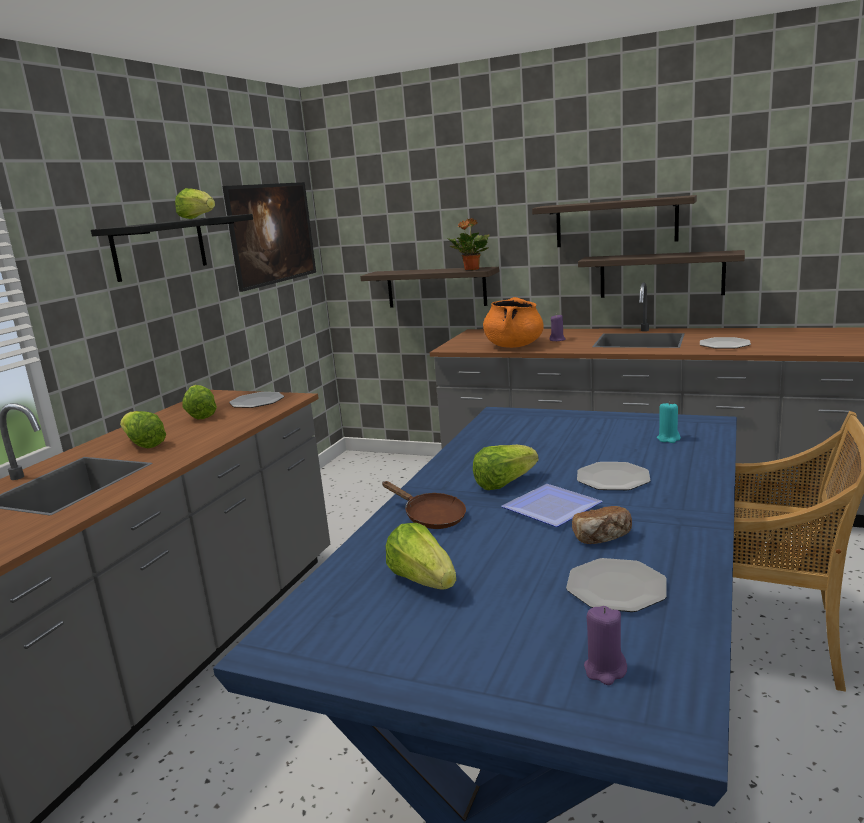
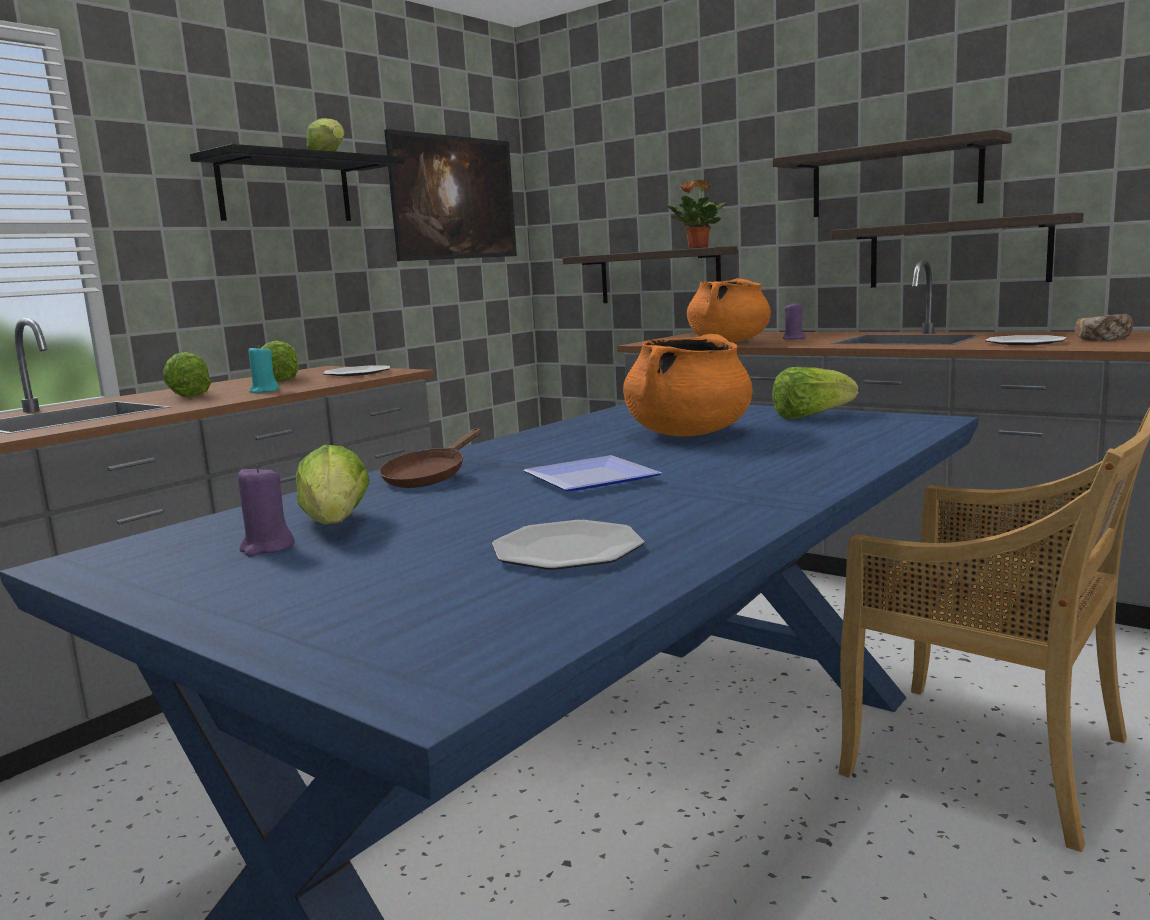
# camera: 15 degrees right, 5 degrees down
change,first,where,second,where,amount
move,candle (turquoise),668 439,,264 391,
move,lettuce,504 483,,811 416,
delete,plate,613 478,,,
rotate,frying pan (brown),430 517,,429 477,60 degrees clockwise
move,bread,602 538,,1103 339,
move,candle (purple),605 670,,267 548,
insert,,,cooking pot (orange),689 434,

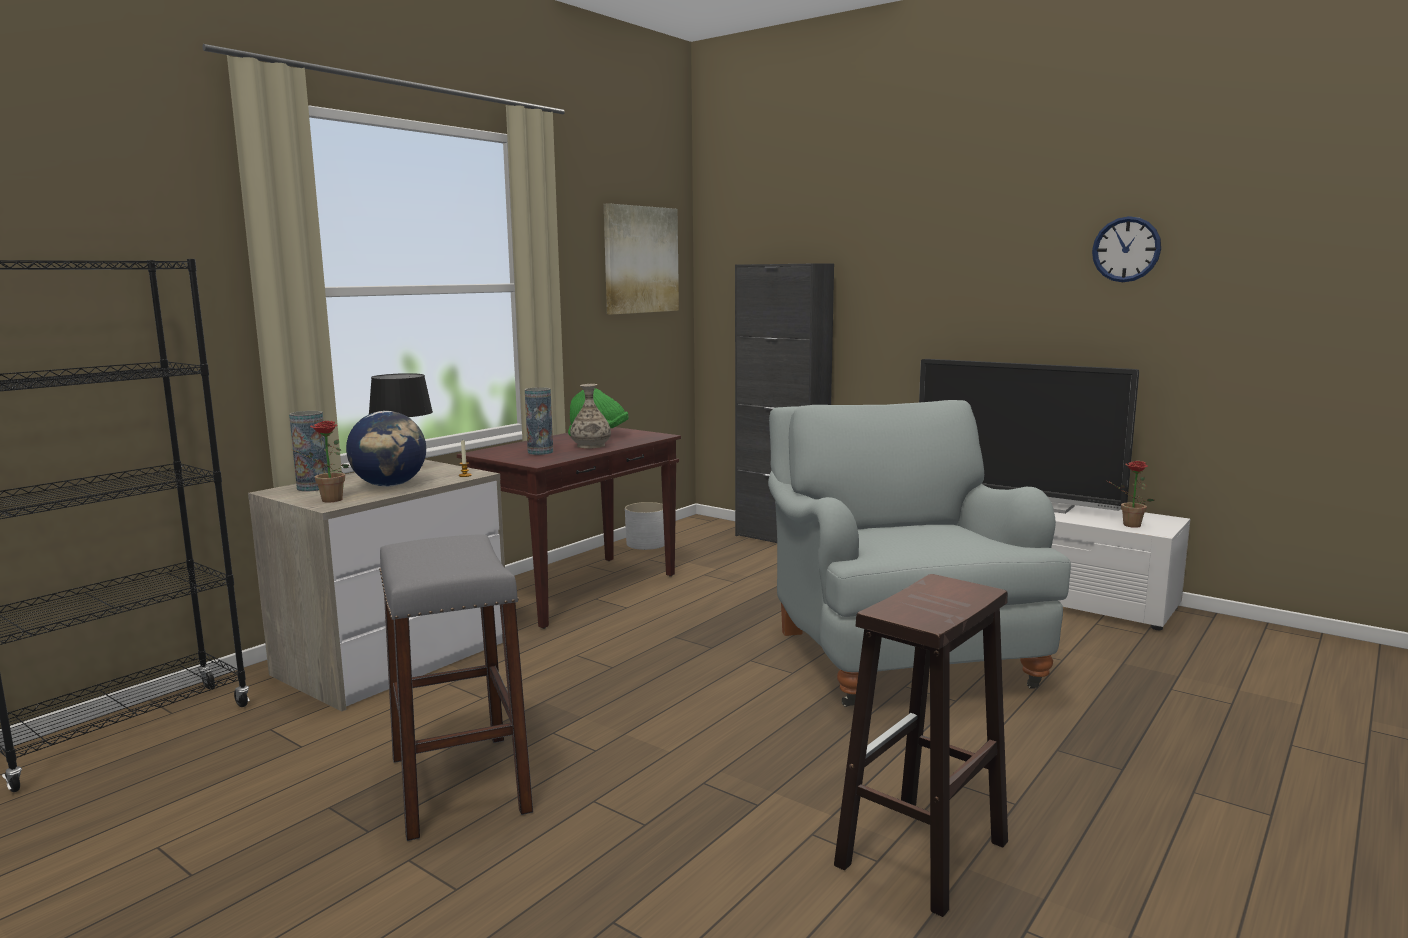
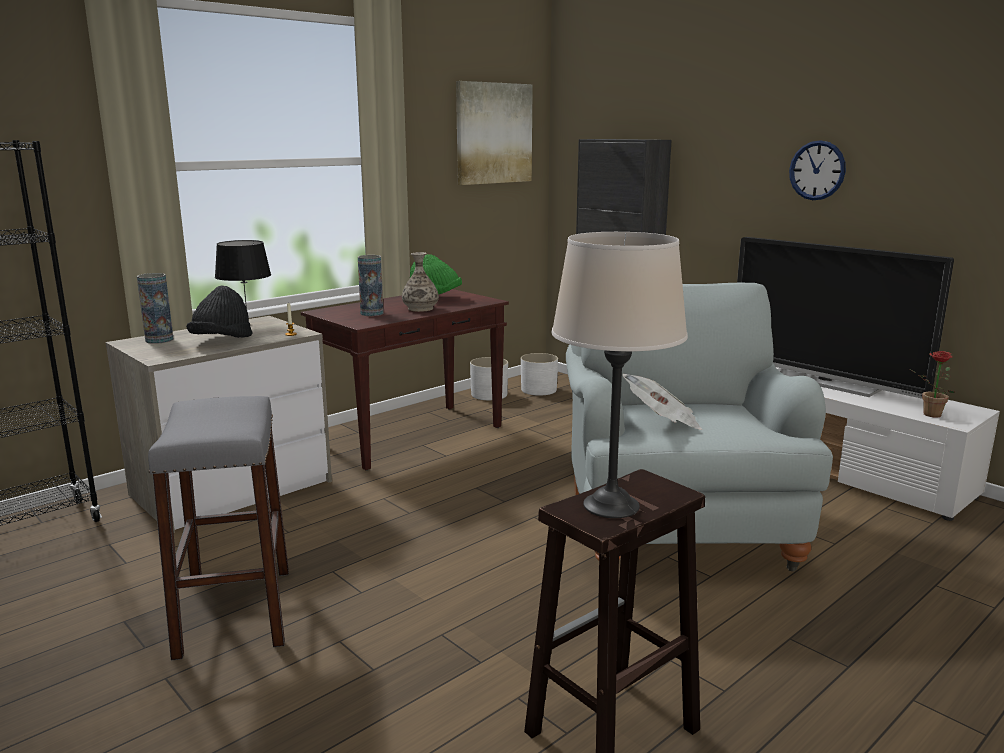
# camera: 10 degrees right, 5 degrees up
change,first,where,second,where,amount
move,wall clock,1126 249,,817 170,
replace,globe,390 485,hat (black),222 341,
delete,potted plant,327 500,,,
insert,,,table lamp (beige),611 505,
insert,,,planter (white),539 390,
insert,,,newspaper,662 422,

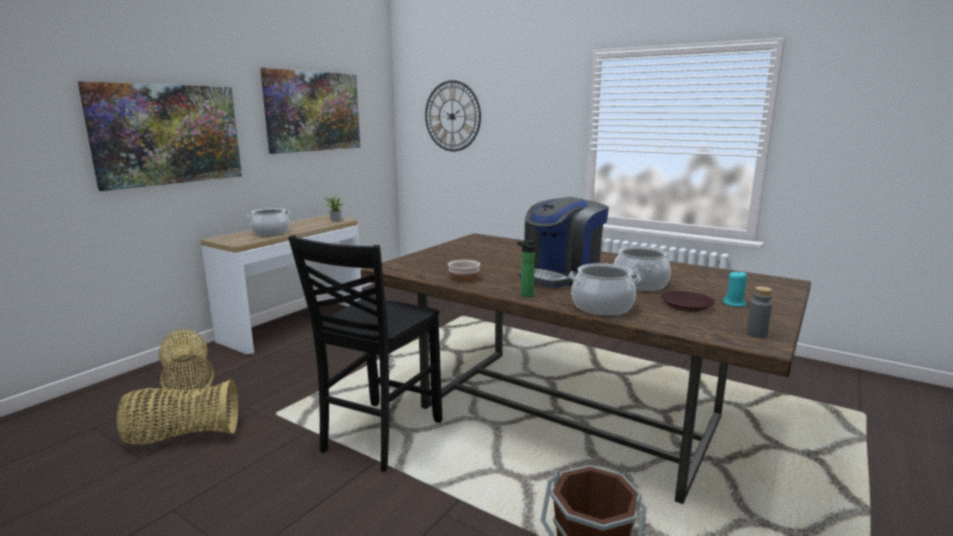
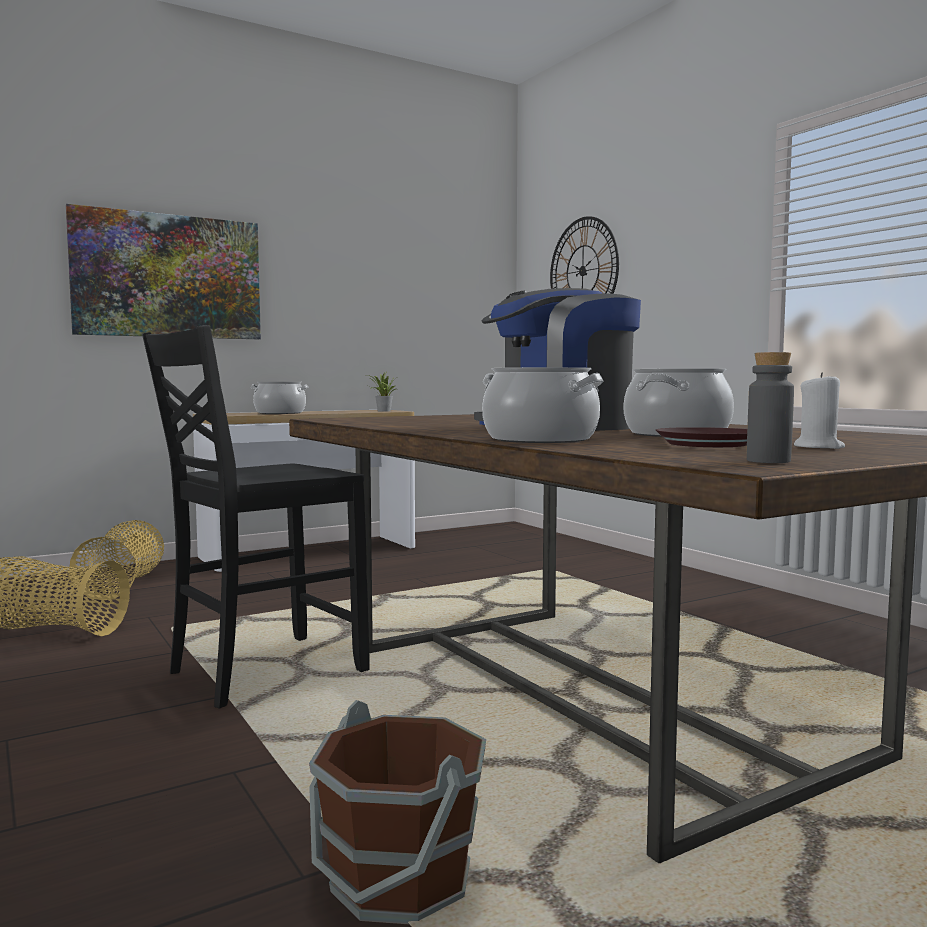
# camera: 25 degrees right, 10 degrees down
change,first,where,second,where,amount
delete,picture,313 111,,,
delete,bottle,525 295,,,
delete,bowl,464 279,,,
recolor,candle (turquoise),734 304,candle (white),819 447,

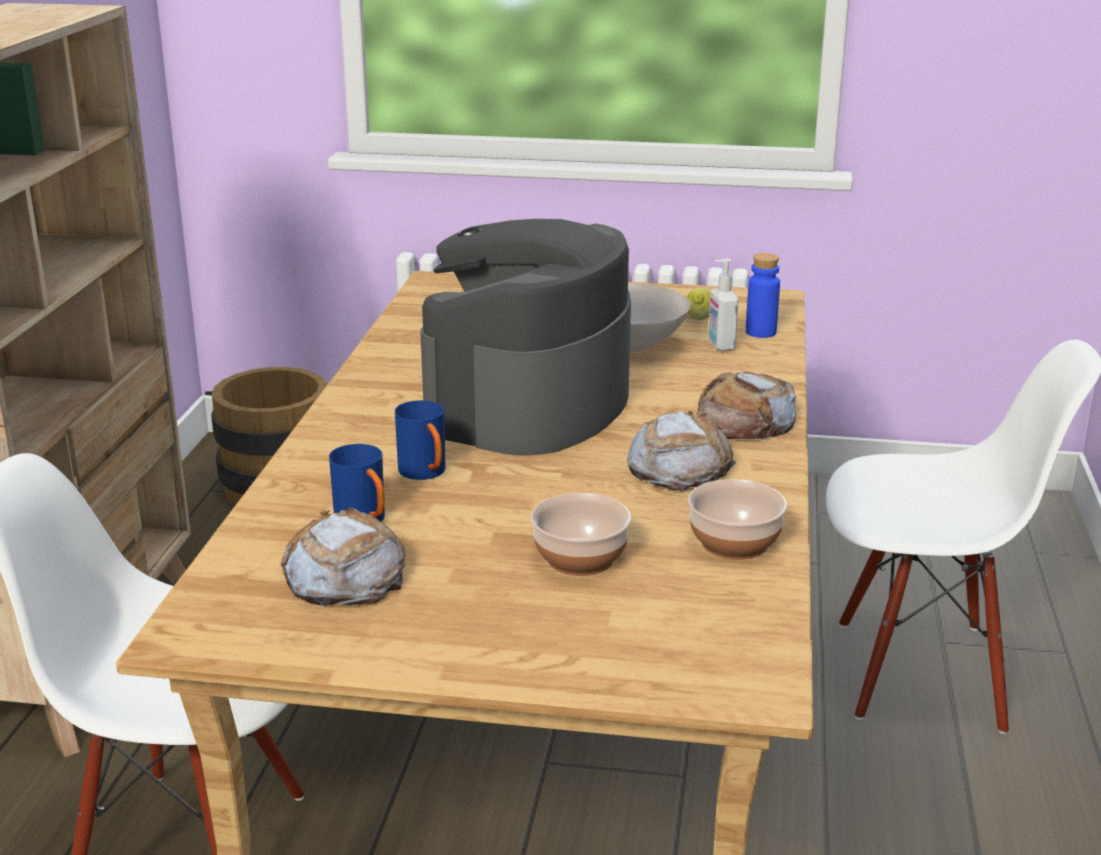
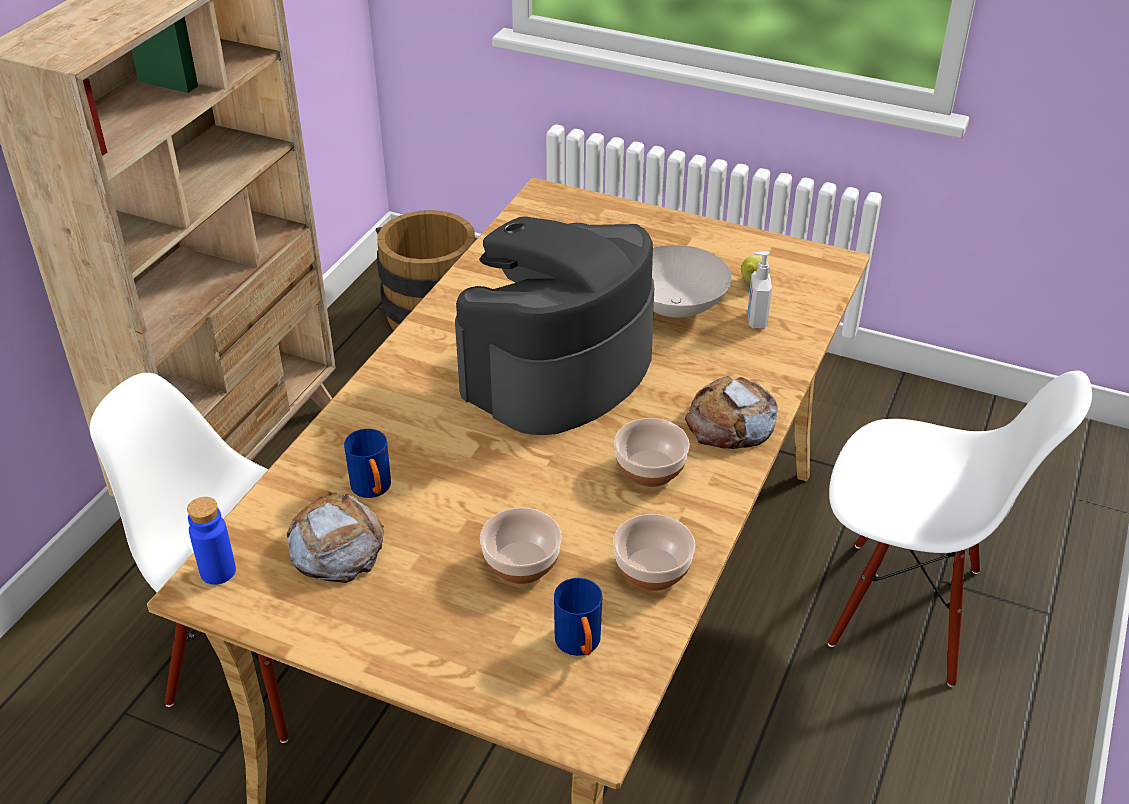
# camera: 15 degrees right, 15 degrees up
change,first,where,second,where,amount
move,bottle (blue),760 332,,218 571,
move,mug (blue),426 474,,580 646,
replace,bread,679 466,bowl,649 469,

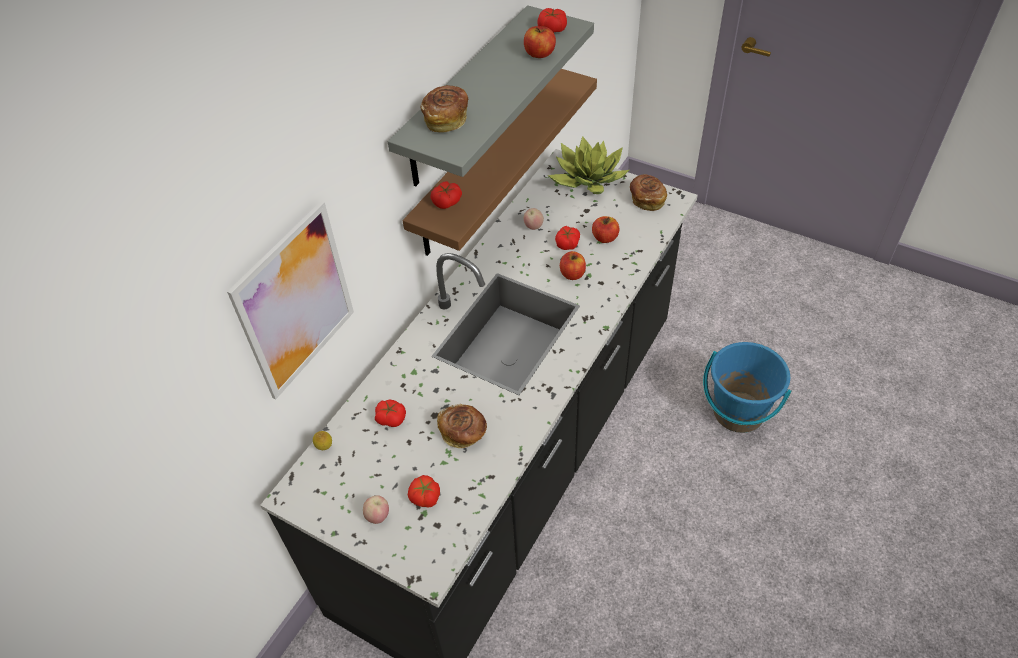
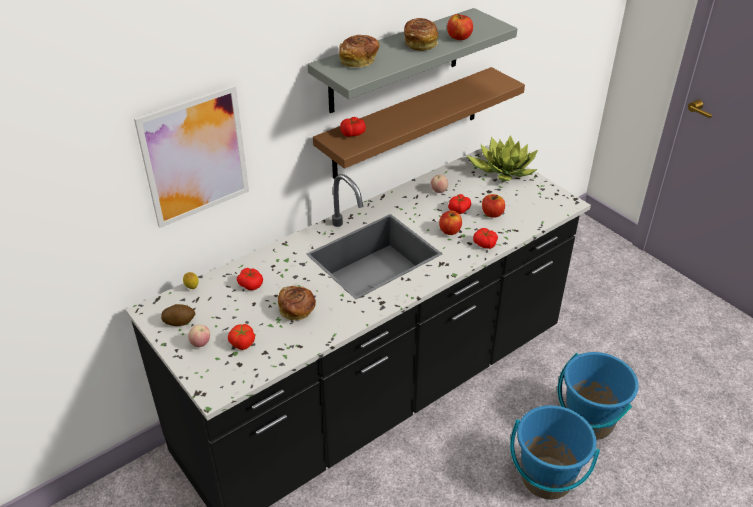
# camera: 20 degrees right, 10 degrees down
change,first,where,second,where,amount
move,tomato,552 28,,484 243,
move,bread,647 199,,420 43,
insert,,,potato,179 321,
insert,,,bucket (blue),546 478,

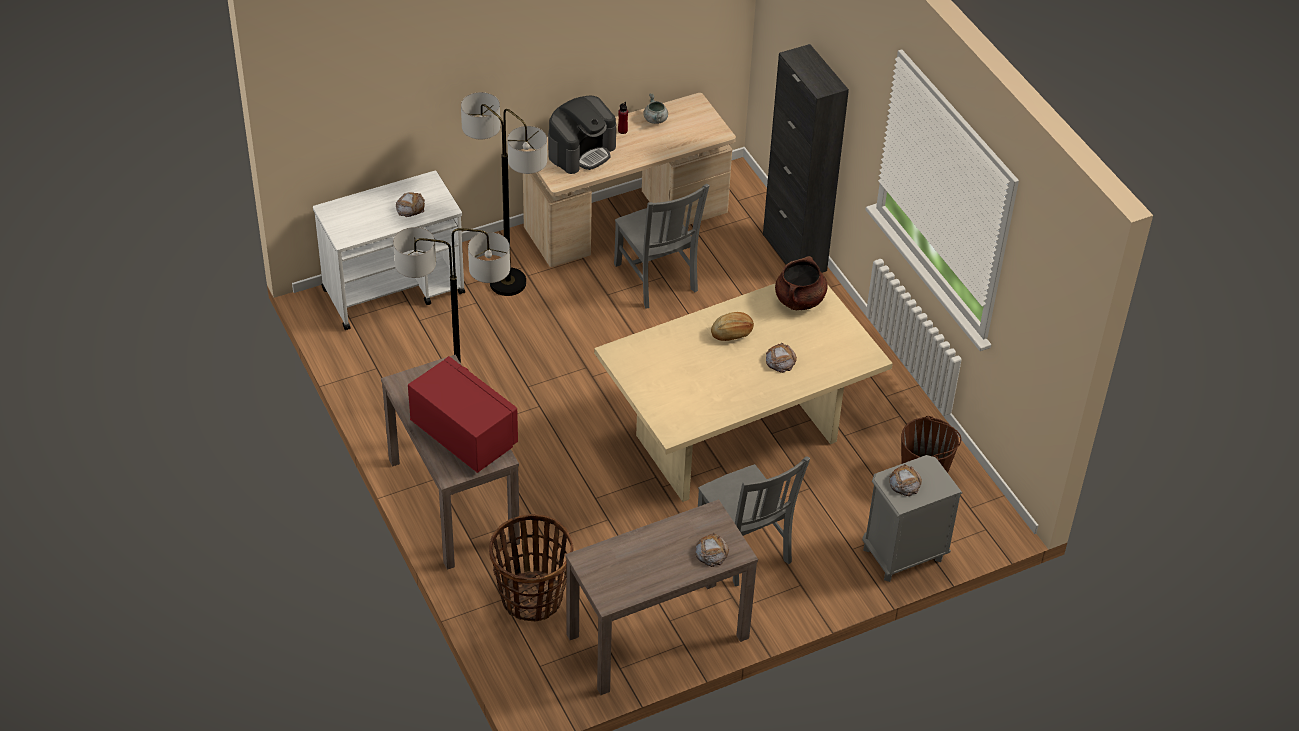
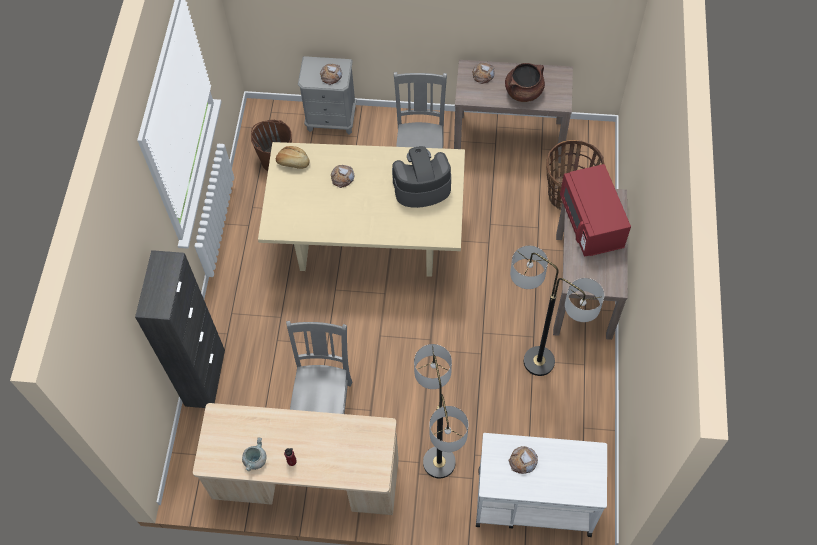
# camera: 145 degrees left, 15 degrees up
change,first,where,second,where,amount
move,coffee machine,581 151,,421 187,
move,cooking pot (brown),799 300,,523 92,
move,bread,732 333,,293 162,

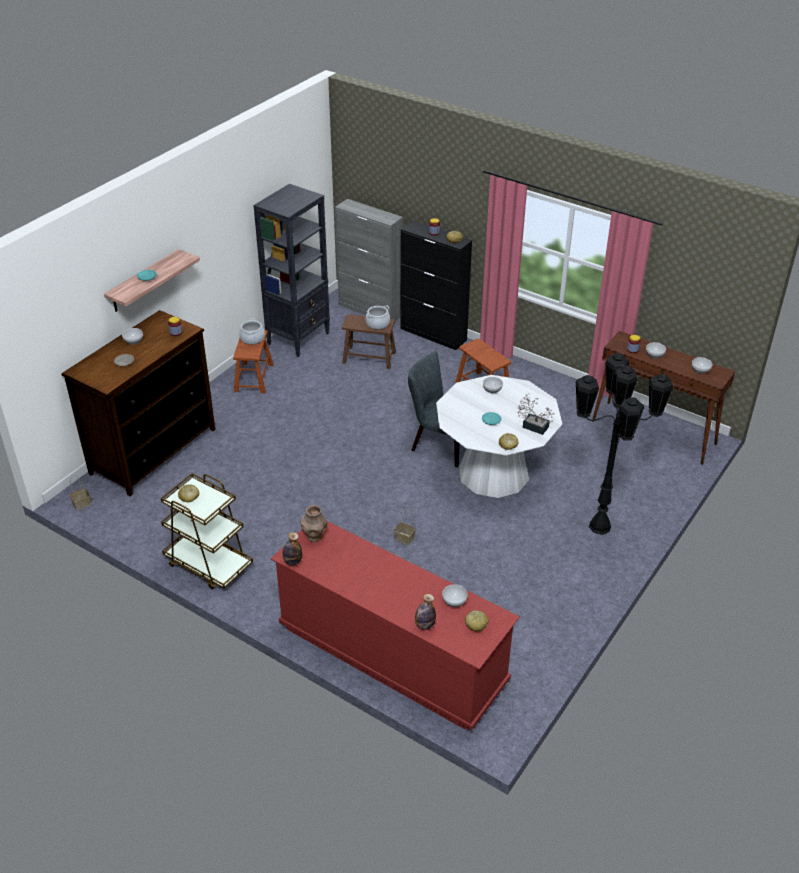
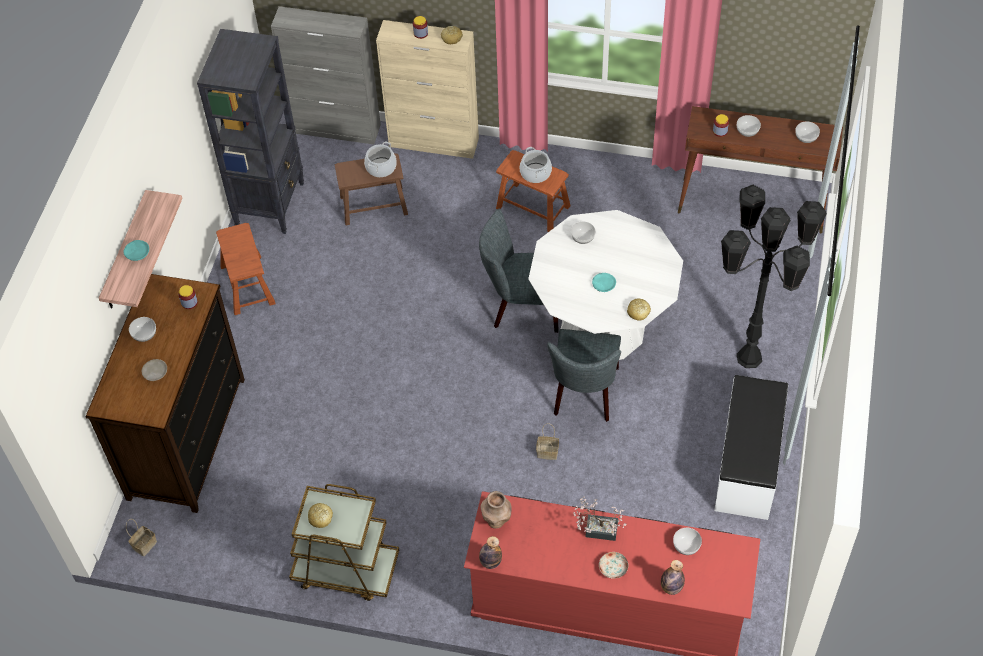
# camera: 20 degrees left, 15 degrees up
change,first,where,second,where,amount
recolor,cabinet (black),433 334,cabinet (beige),434 143,
move,cooking pot,252 339,,535 173,
move,potted plant,533 426,,597 529,
delete,bread,476 623,,,
insert,,,chair (grey),584 395,
insert,,,bench (white),748 463,
insert,,,plate,613 568,

